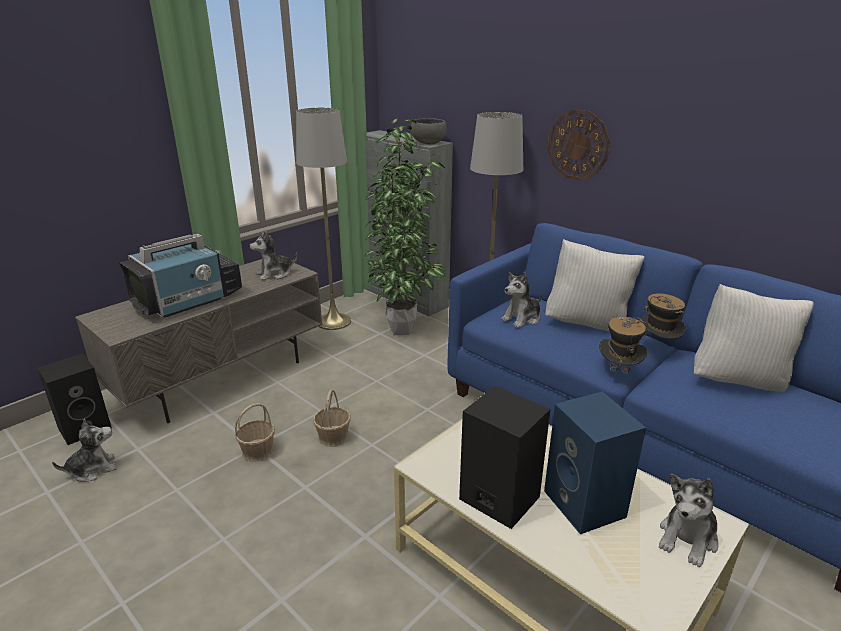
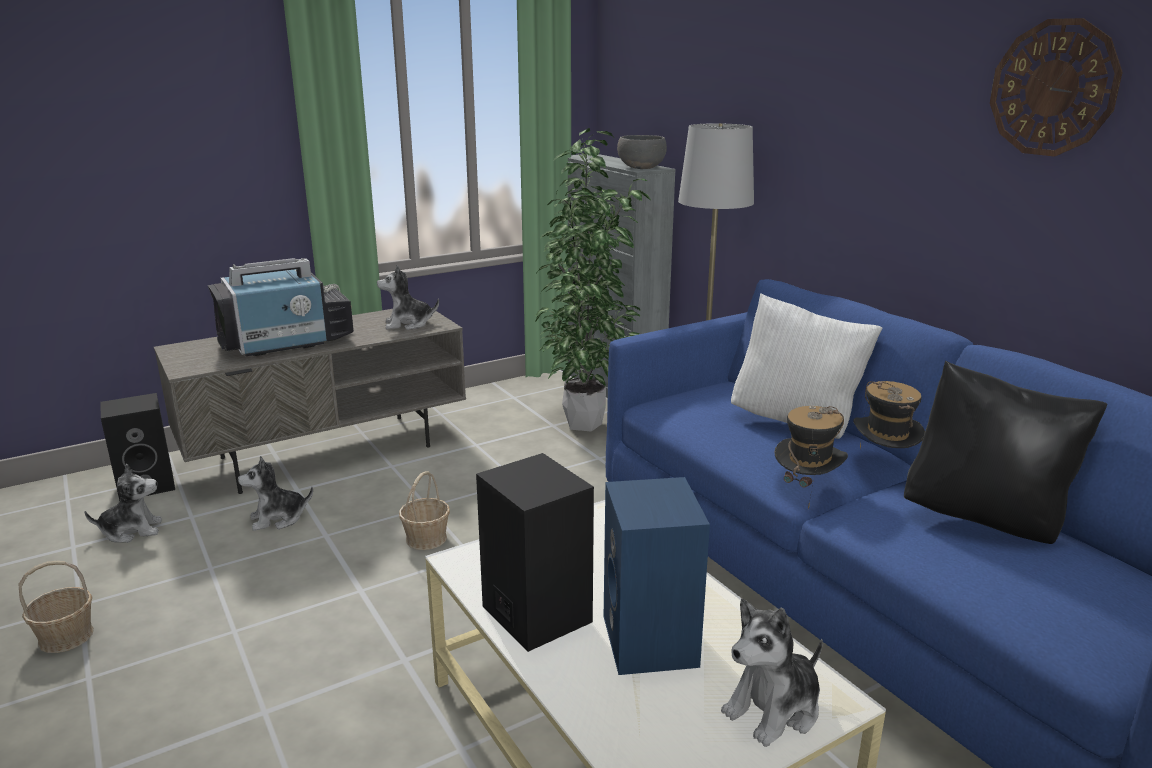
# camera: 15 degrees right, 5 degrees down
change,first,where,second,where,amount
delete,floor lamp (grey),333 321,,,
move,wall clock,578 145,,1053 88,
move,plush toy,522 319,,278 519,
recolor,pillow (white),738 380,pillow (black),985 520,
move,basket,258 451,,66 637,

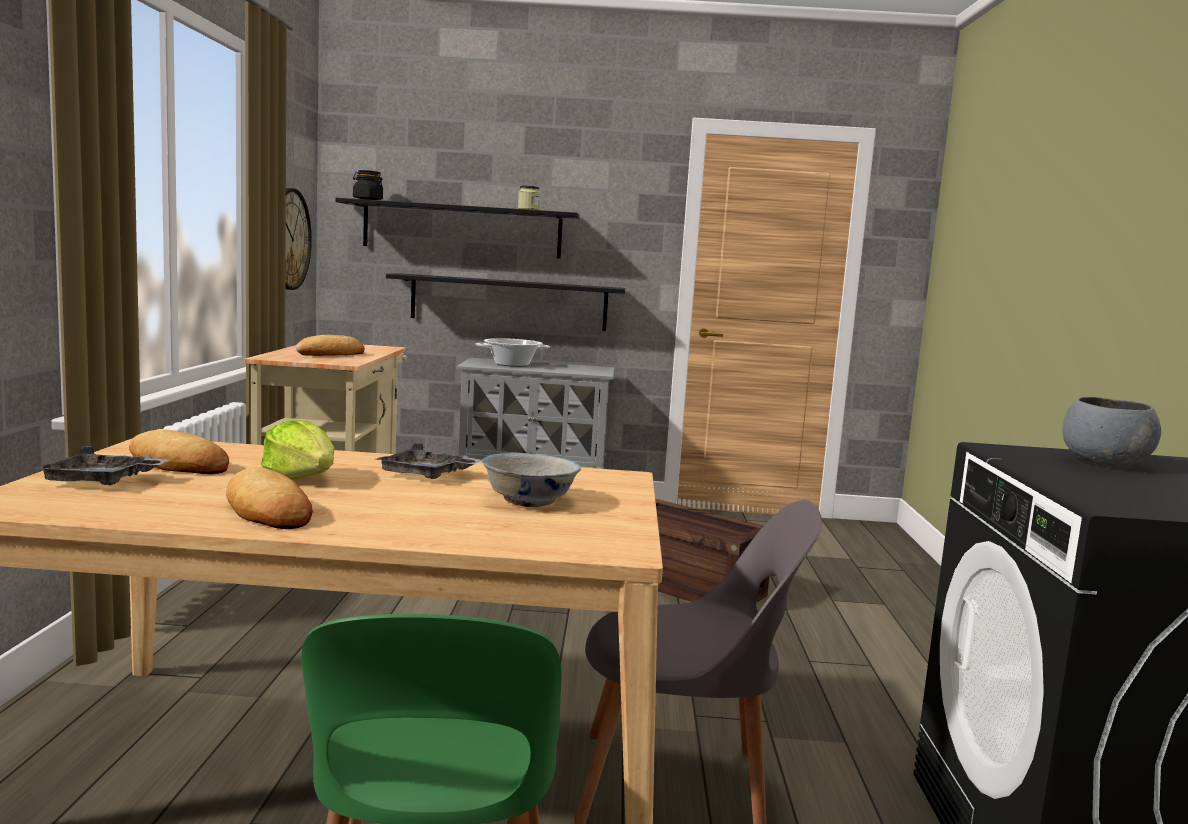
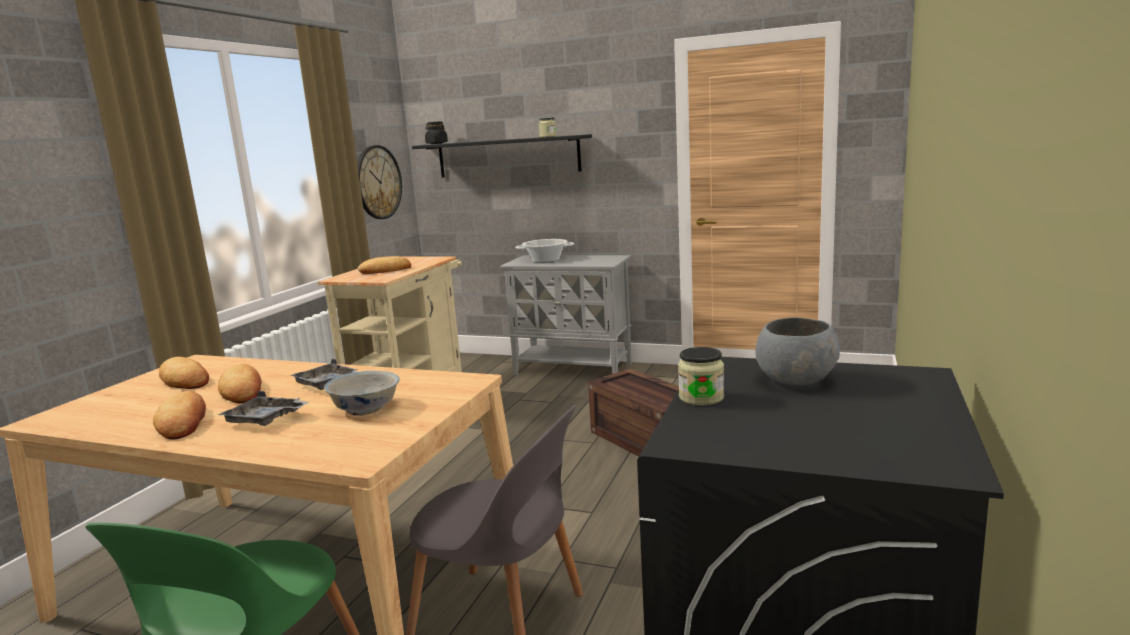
# camera: 20 degrees right, 5 degrees up
change,first,where,second,where,amount
delete,shelf (black),509 302,,,
replace,lettuce,301 478,bread,243 390,
move,tray (grey),101 481,,265 420,
insert,,,jar,701 397,

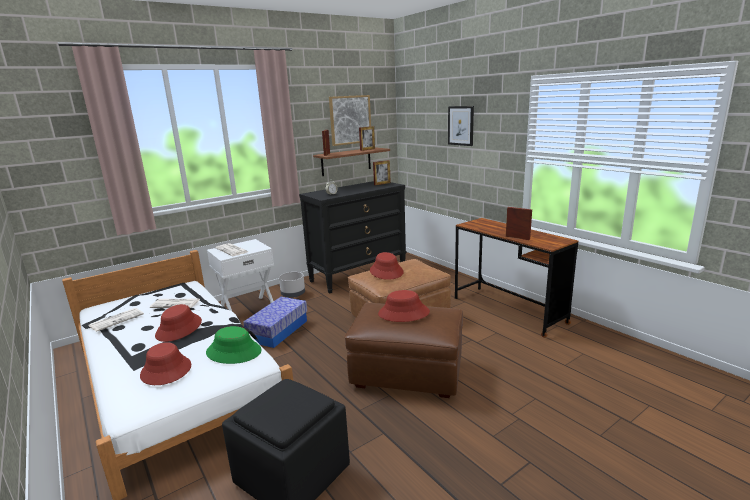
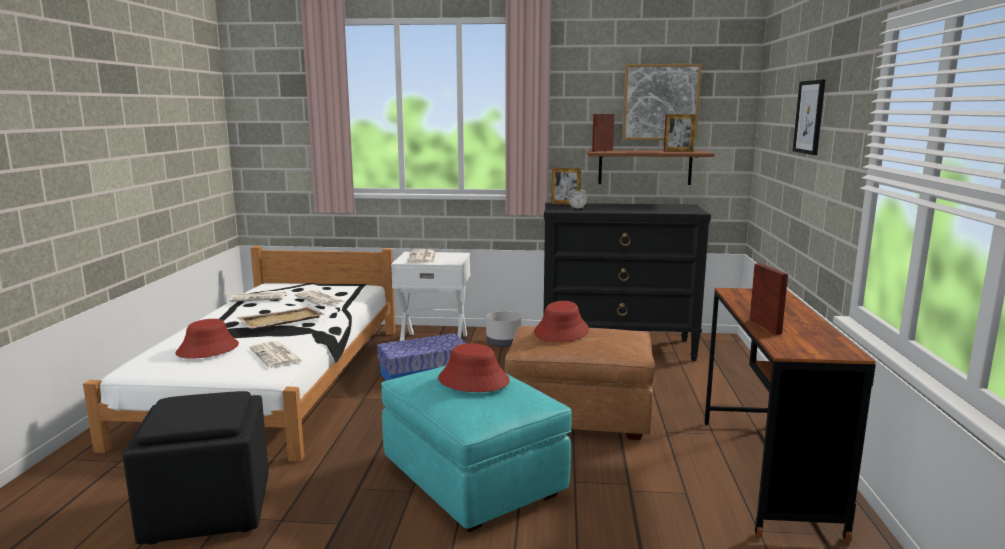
# camera: 40 degrees right, 5 degrees down
change,first,where,second,where,amount
move,picture frame,382 184,,565 204,
recolor,ottoman (brown),407 373,ottoman (turquoise),473 479,
replace,hat (red),179 328,tray (beige),280 320,
replace,hat (green),234 351,newspaper,276 355,

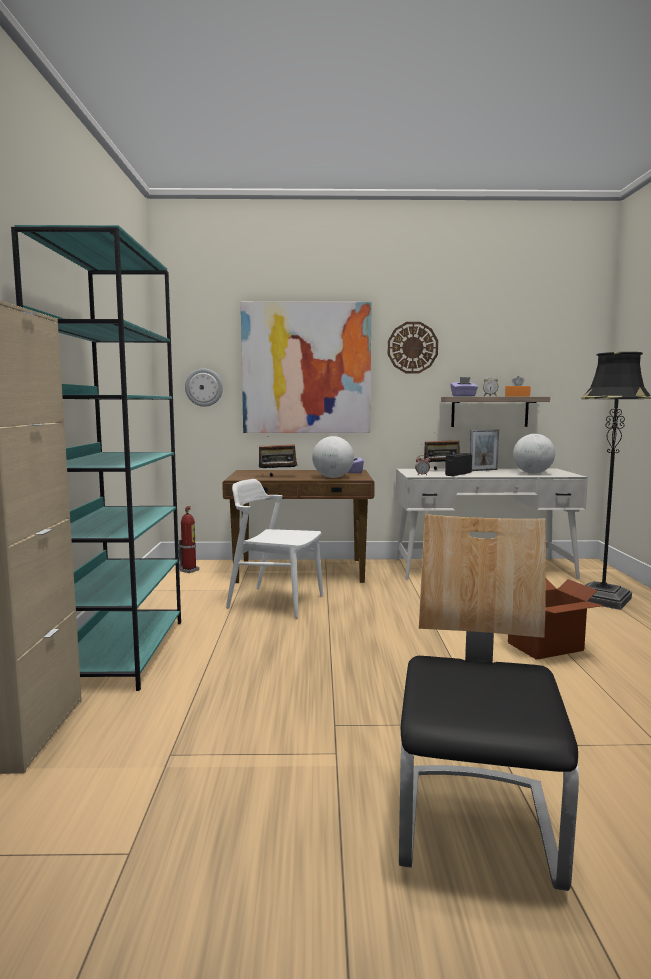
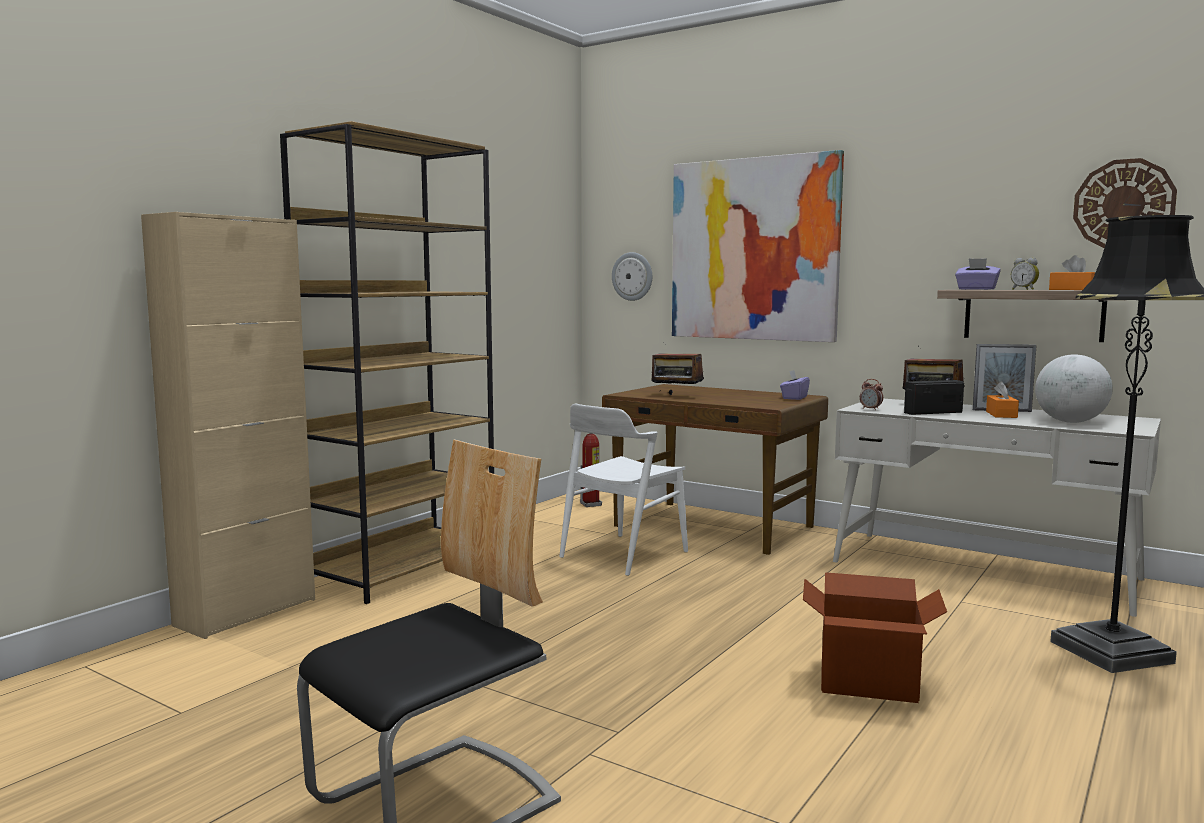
# camera: 35 degrees right, 0 degrees up
change,first,where,second,where,amount
recolor,bookcase (turquoise),121 652,bookcase (brown),404 568,
move,wall clock,412 347,,1123 204,
delete,globe,332 477,,,
rotate,chair (white),275 602,,623 554,105 degrees counterclockwise
insert,,,tissue box (orange),1001 414,

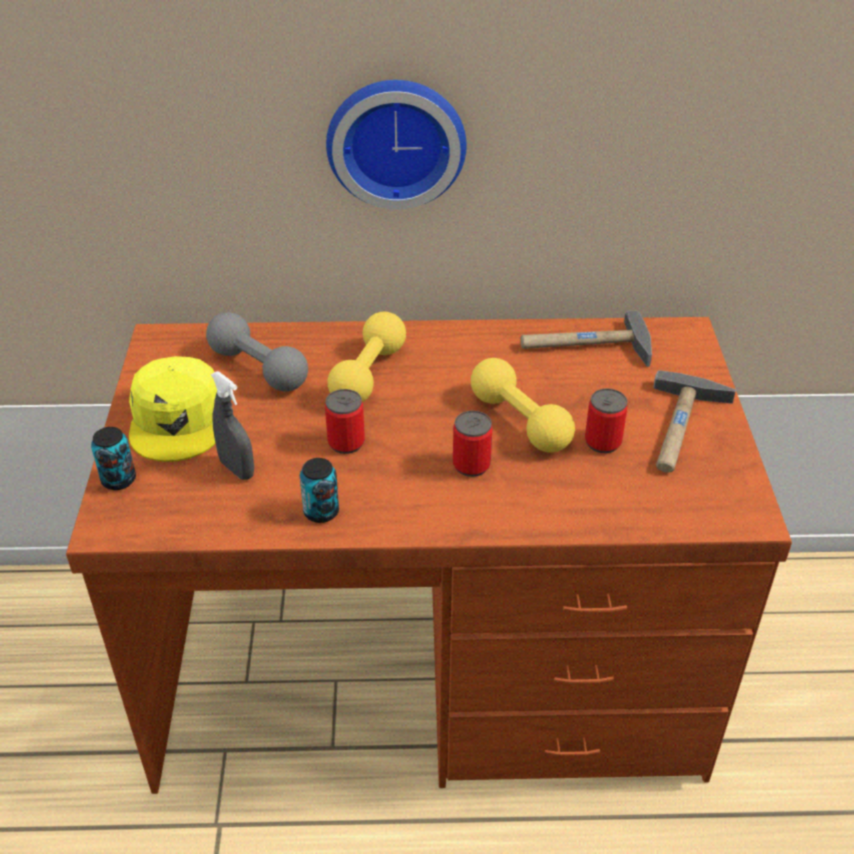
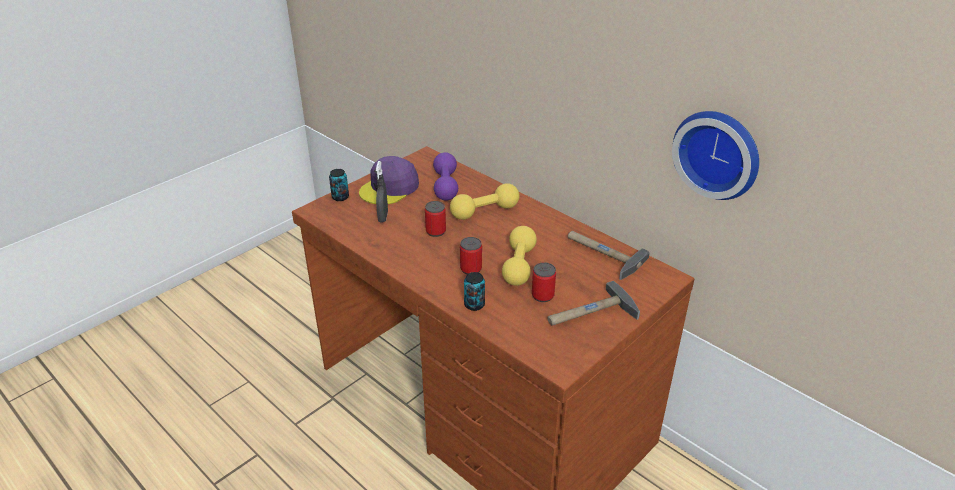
# camera: 45 degrees right, 5 degrees down
change,first,where,second,where,amount
move,wall clock,396 140,,718 153,
recolor,dumbbell (grey),258 368,dumbbell (purple),445 186,
recolor,cap (yellow),178 419,cap (purple),389 188,
move,can,321 512,,474 305,

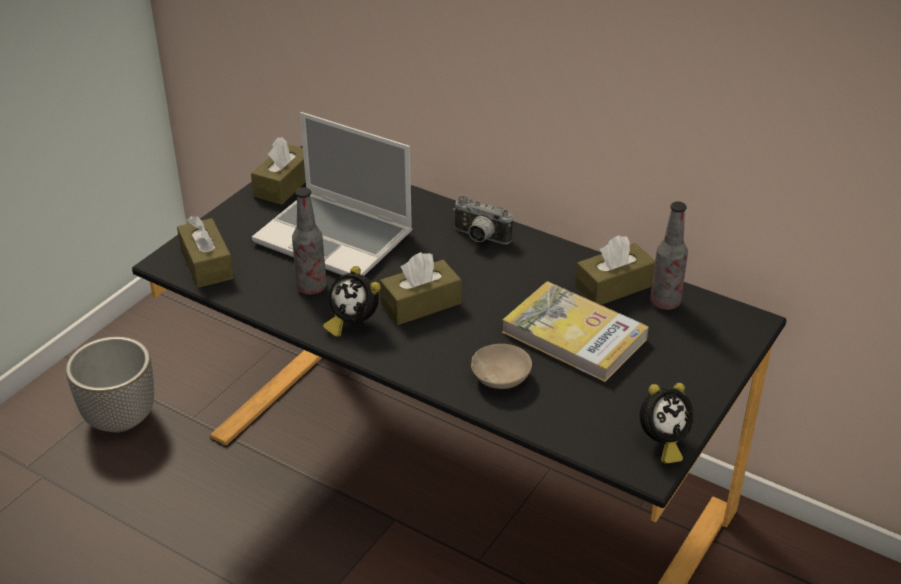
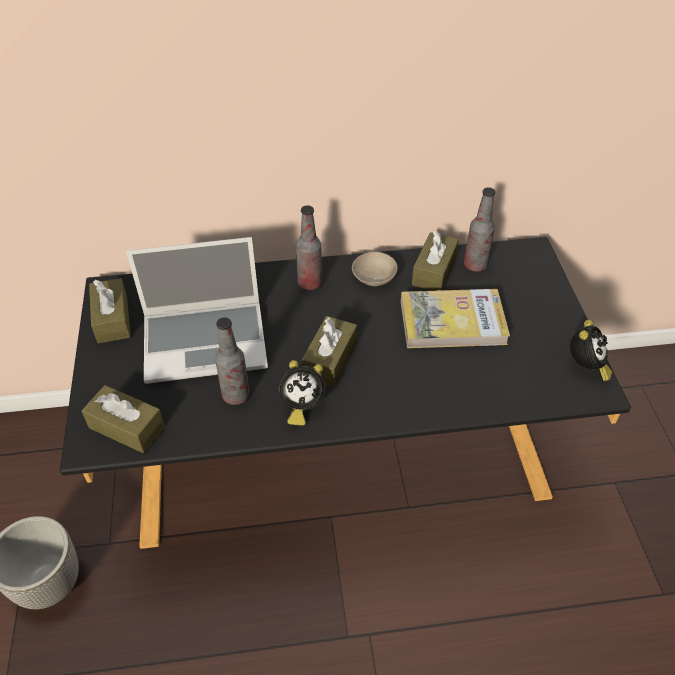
# camera: 40 degrees left, 10 degrees up
change,first,where,second,where,amount
replace,photo camera,479 238,bottle,310 283,
move,bowl (beige),503 378,,375 277,

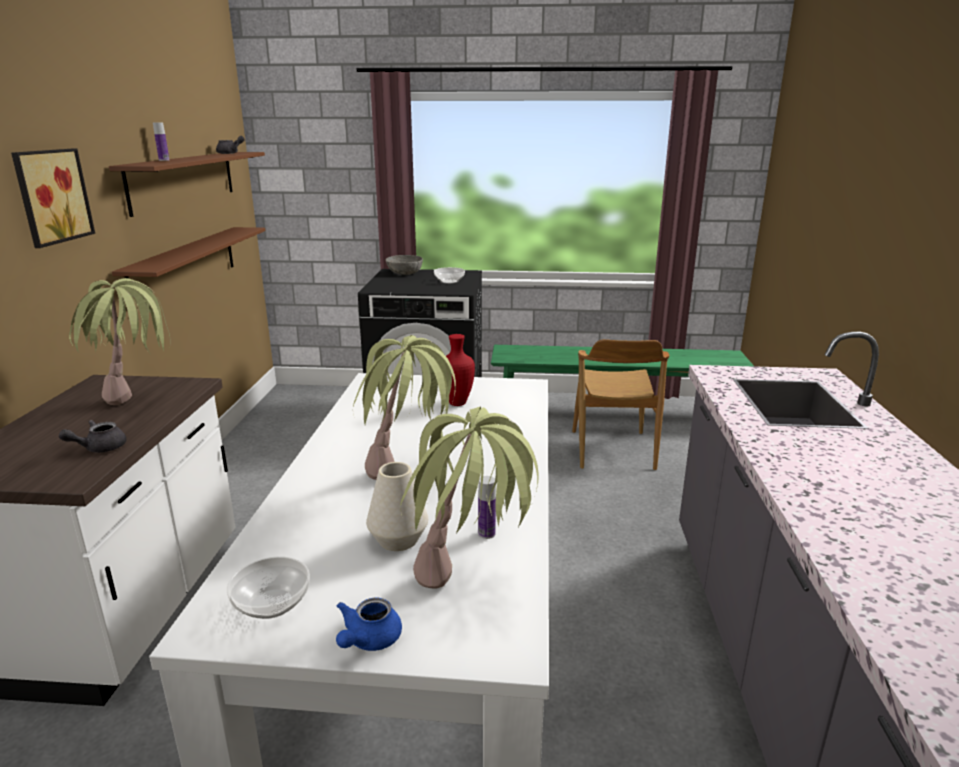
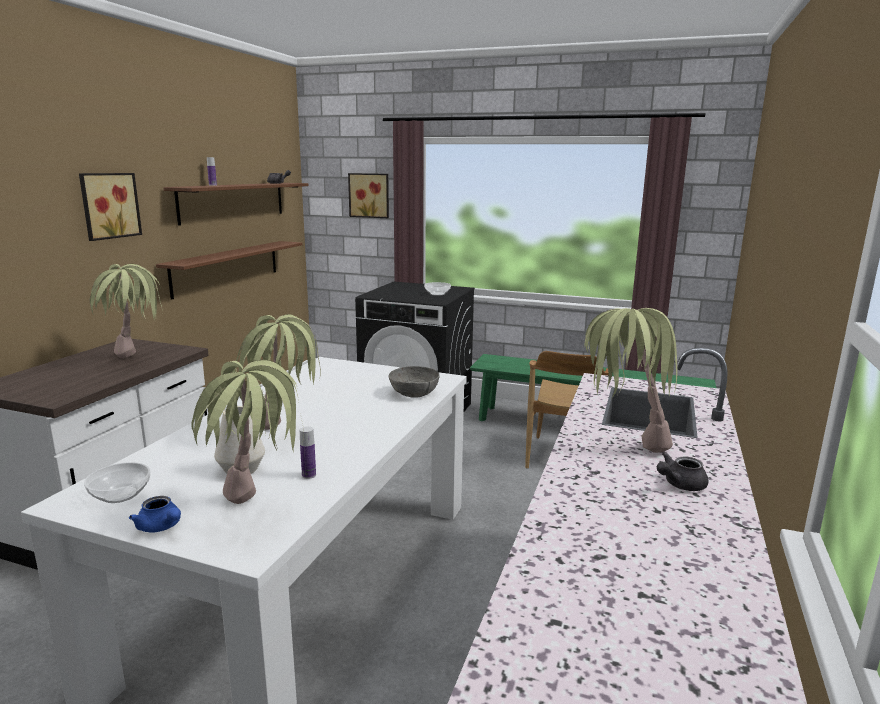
# camera: 15 degrees right, 5 degrees down
change,first,where,second,where,amount
move,bowl (grey),404 273,,414 393,
delete,vase (red),457 403,,,
move,teapot (grey),99 448,,679 484,
rotate,teapot (blue),368 640,,161 527,90 degrees counterclockwise
insert,,,picture,369 195,
insert,,,potted plant,621 443,

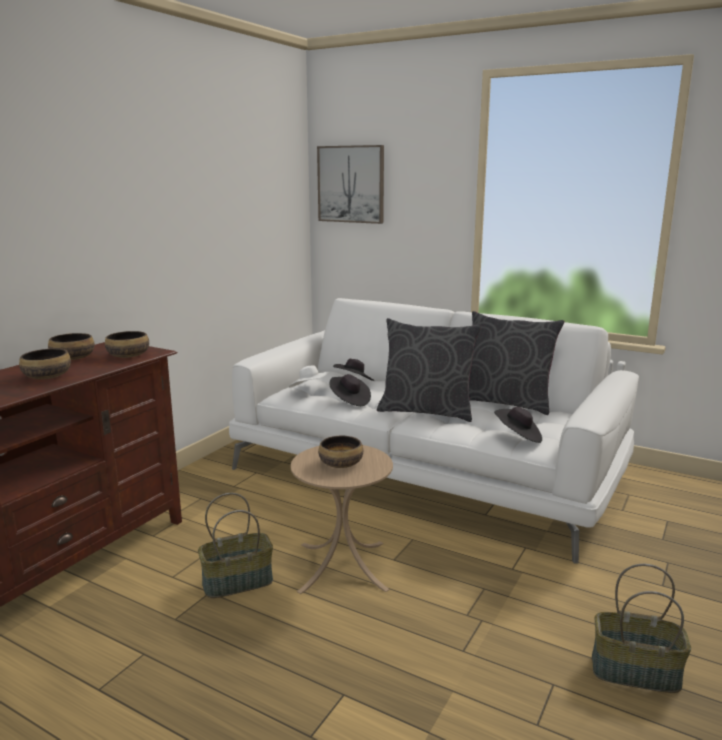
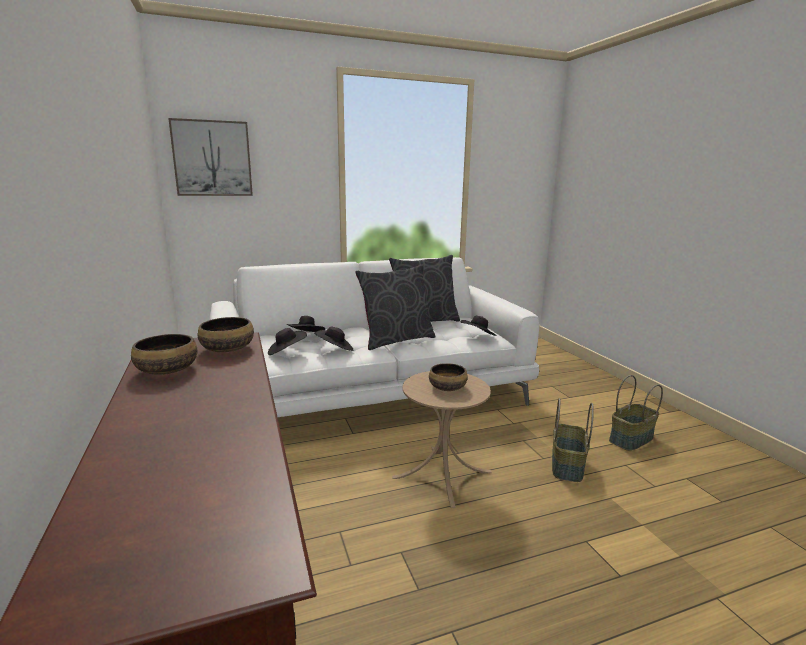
# camera: 50 degrees left, 0 degrees up
change,first,where,second,where,amount
delete,bowl,48 376,,,
recolor,hat (white),309 390,hat (black),286 352,
move,basket,238 581,,566 465,

